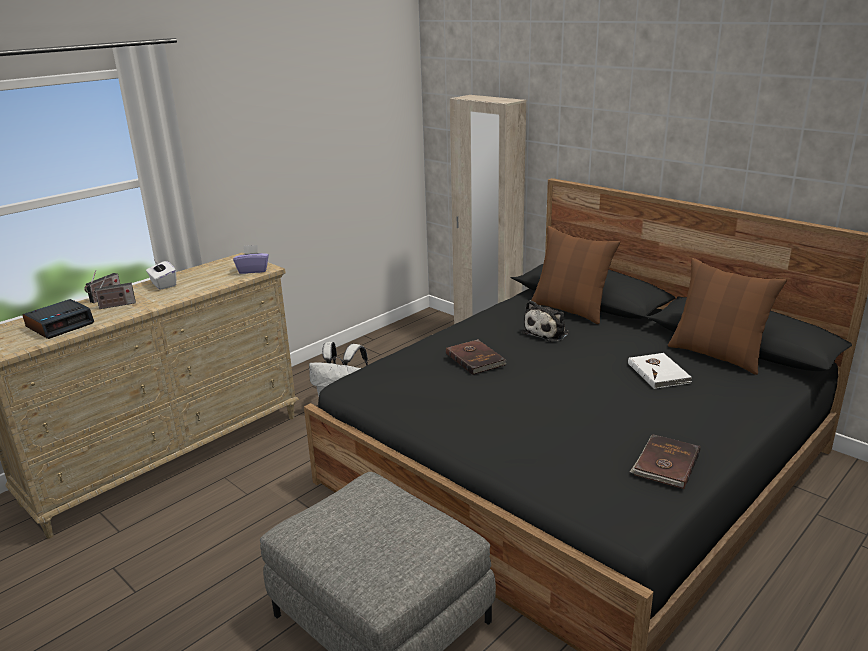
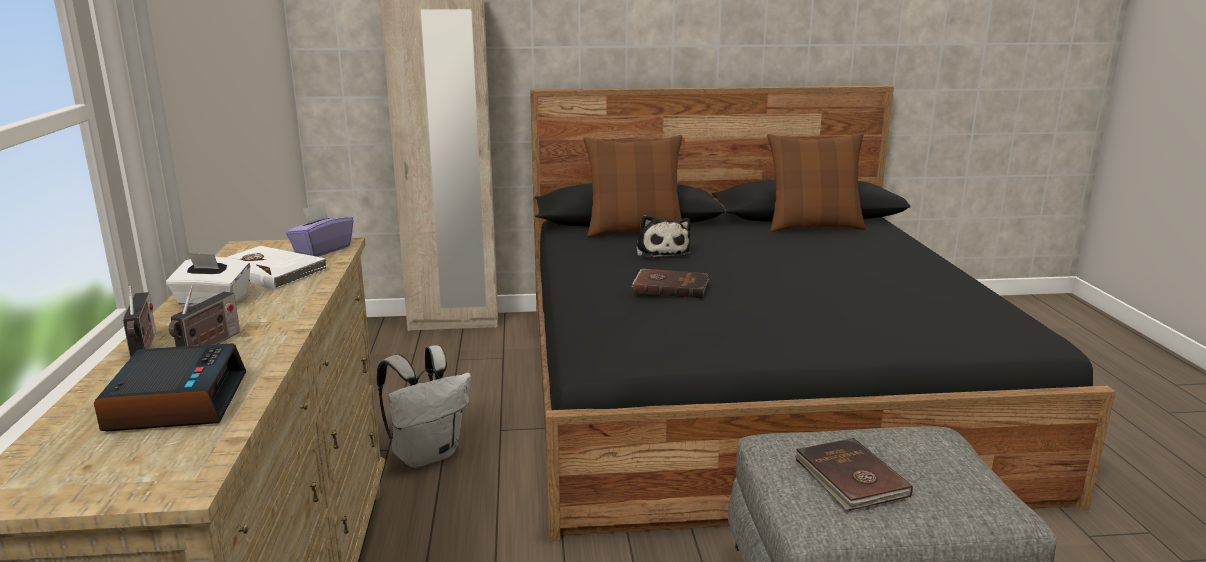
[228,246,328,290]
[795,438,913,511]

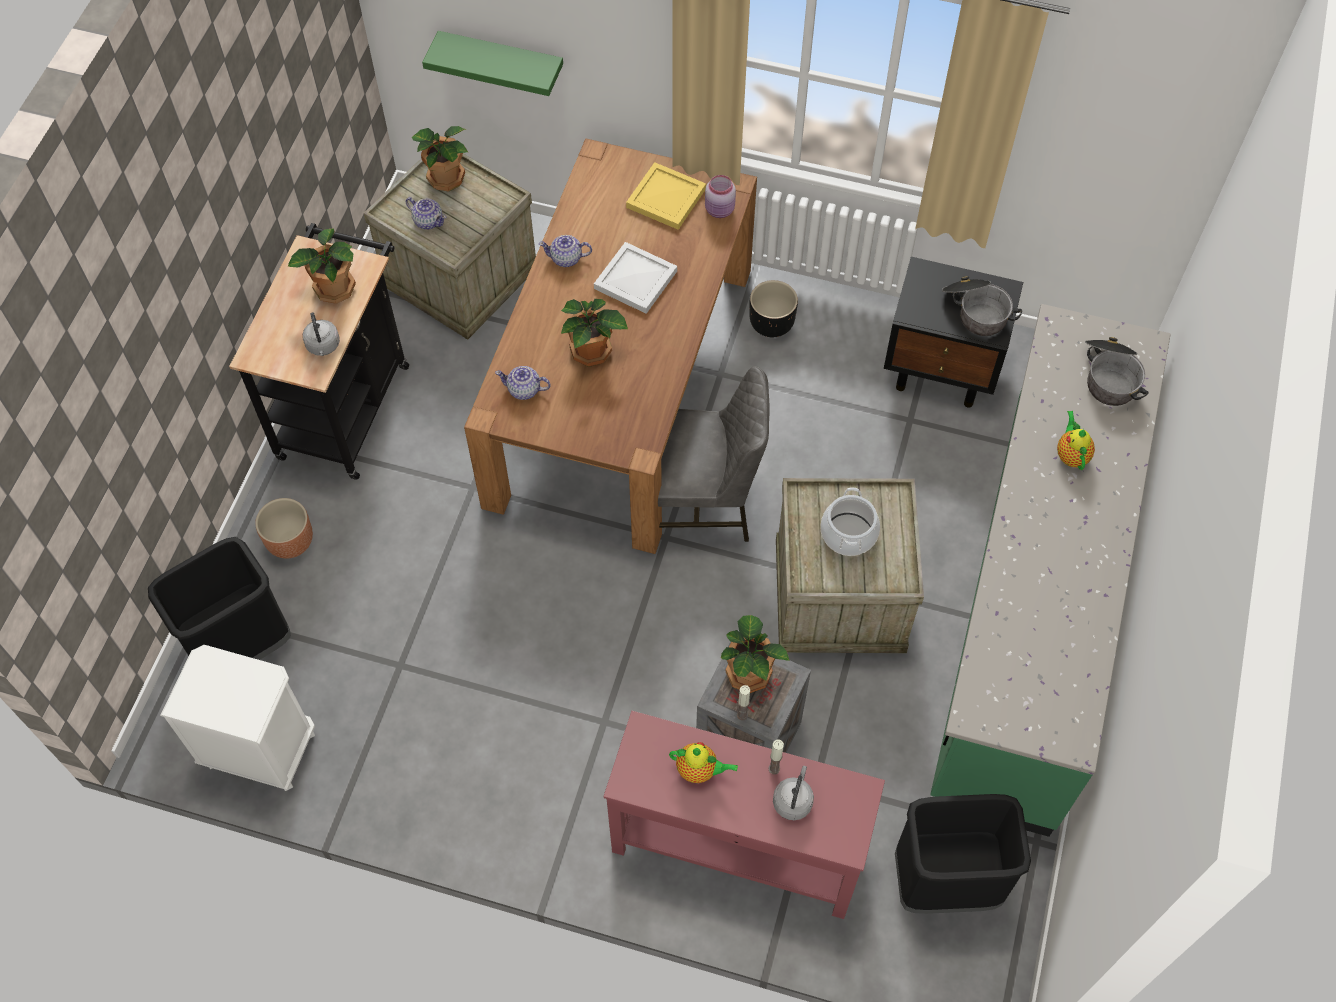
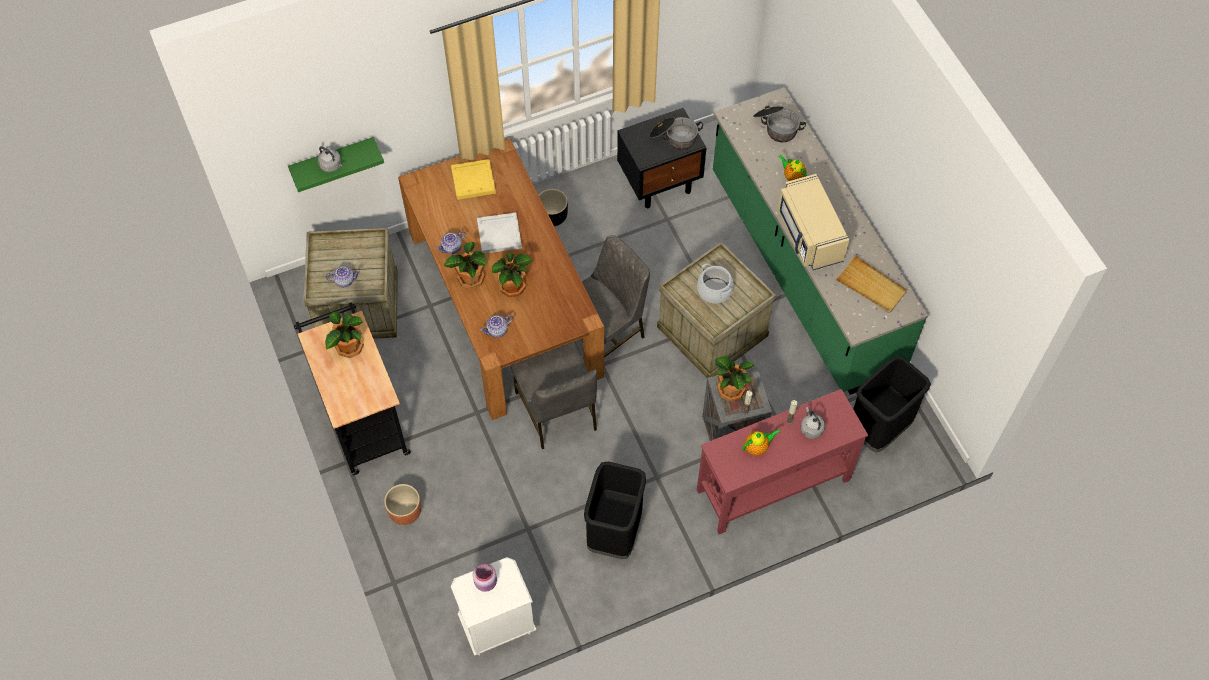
[444,242,487,289]
[473,564,497,592]
[318,146,342,172]
[584,462,646,559]
[777,174,849,270]
[835,256,907,313]
[510,341,597,449]

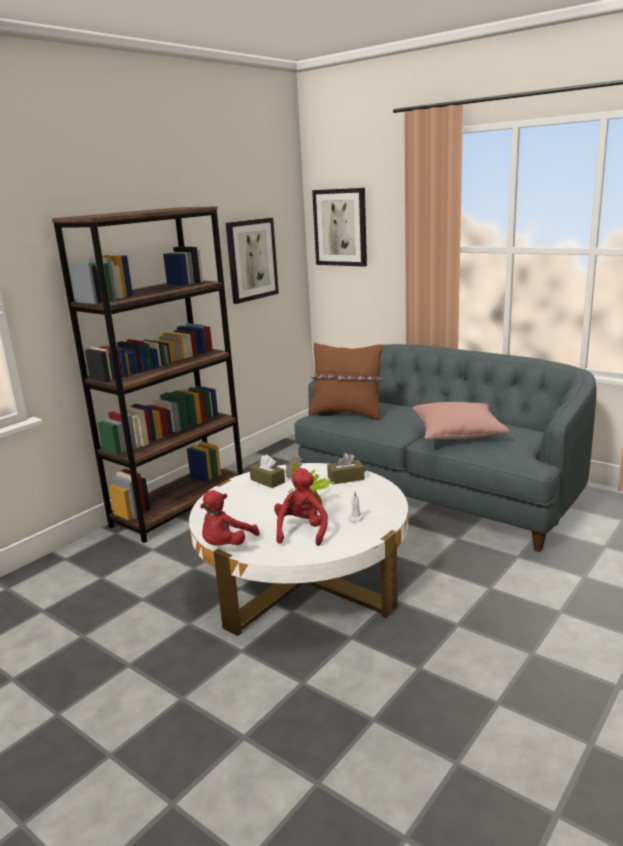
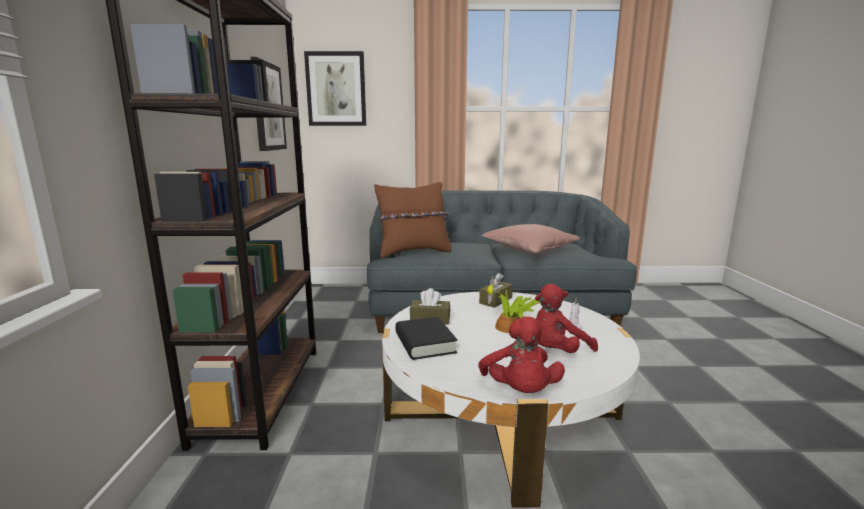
[535,284,598,353]
[396,317,457,360]

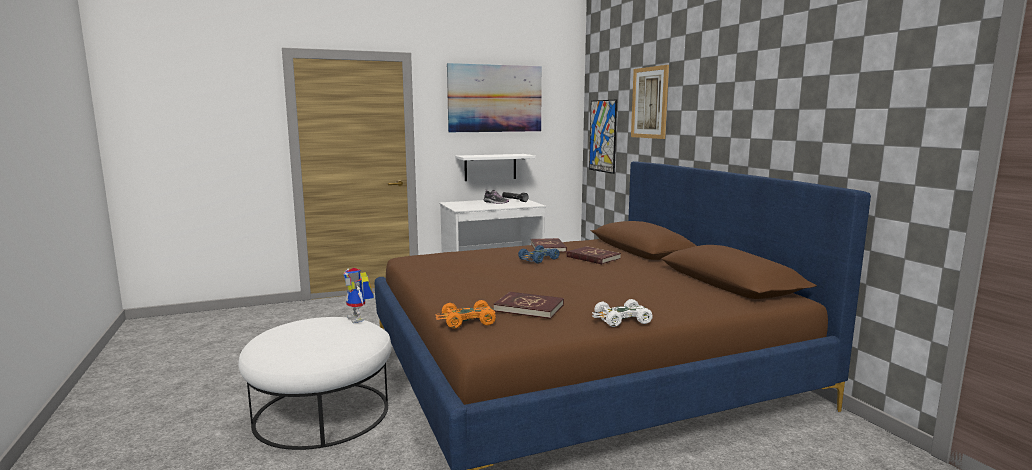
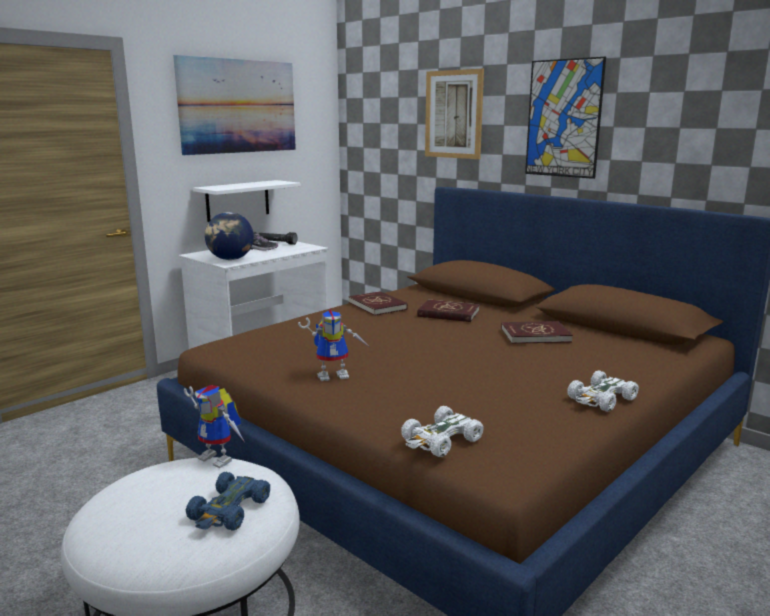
[525,57,606,179]
[186,472,270,531]
[501,321,573,344]
[401,406,484,457]
[205,212,254,260]
[298,309,368,381]

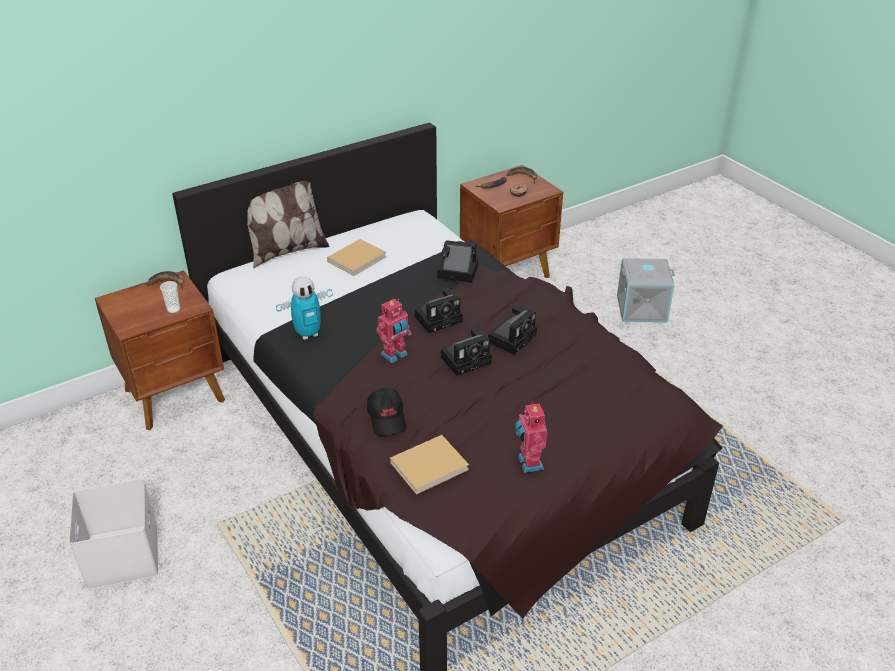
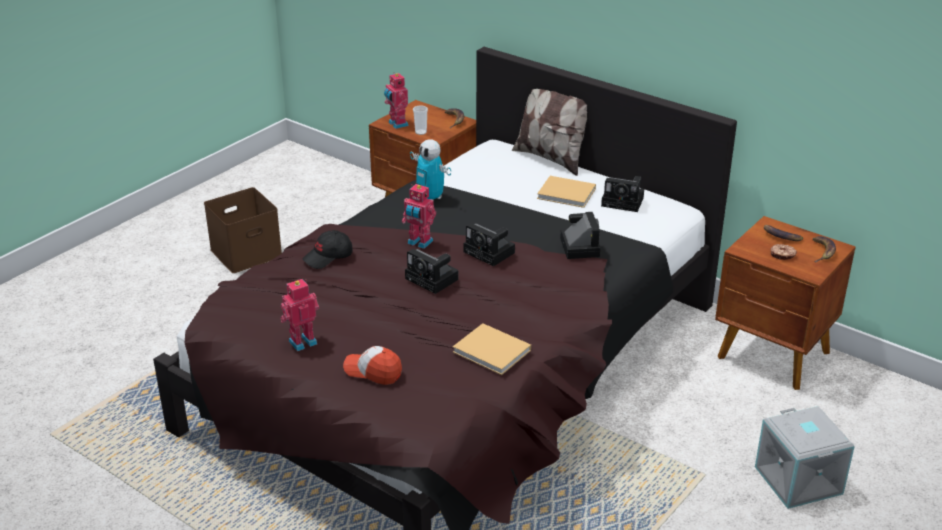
[601,176,644,212]
[453,323,531,375]
[204,187,282,273]
[384,72,409,129]
[343,346,402,385]

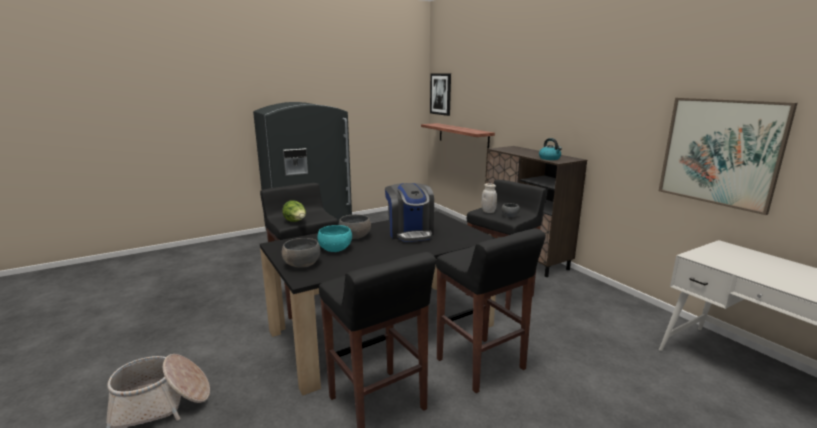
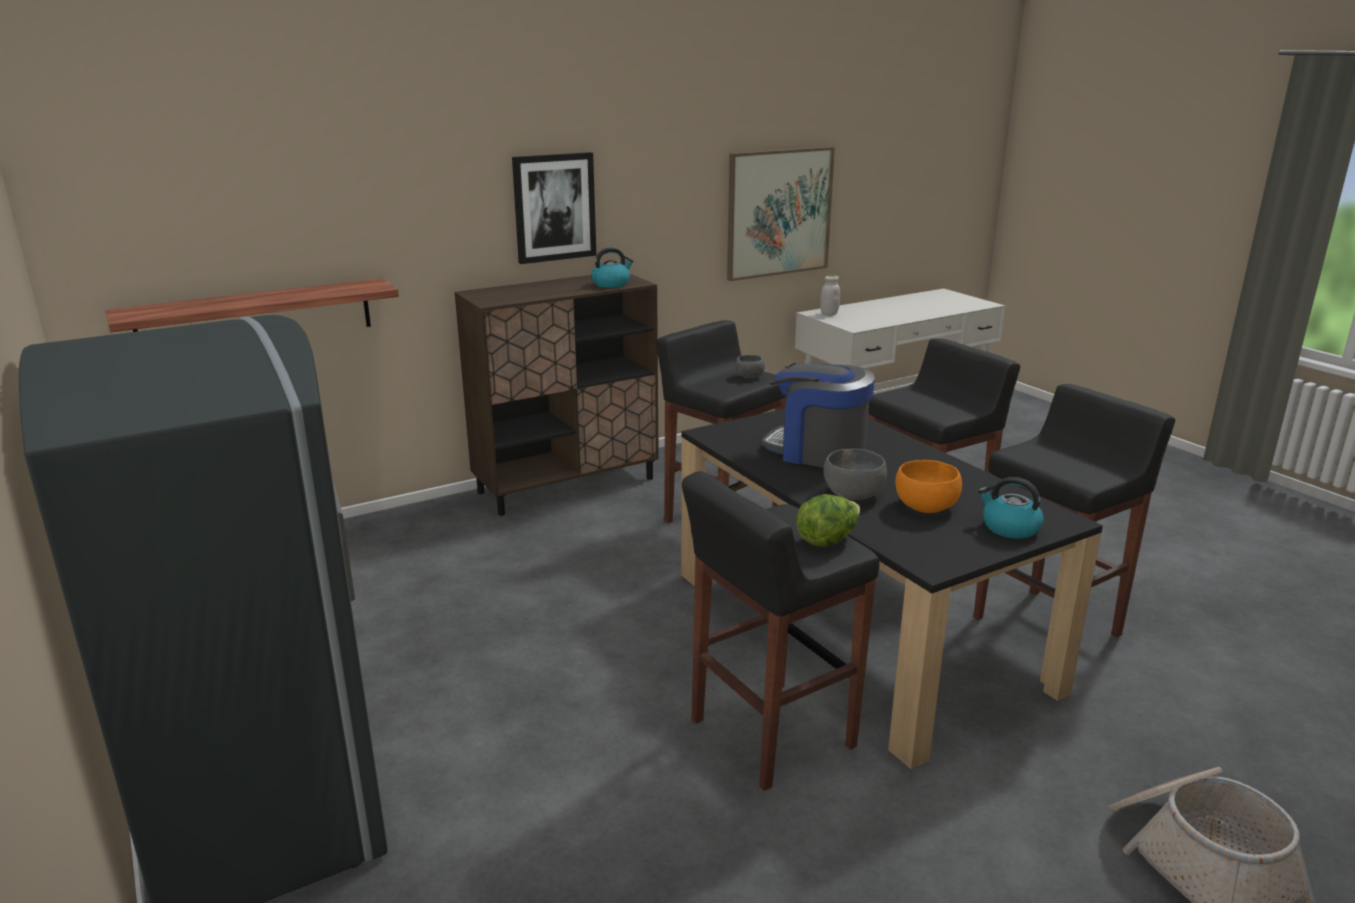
[512,152,596,264]
[762,363,875,468]
[820,275,840,316]
[895,460,962,513]
[978,477,1044,539]

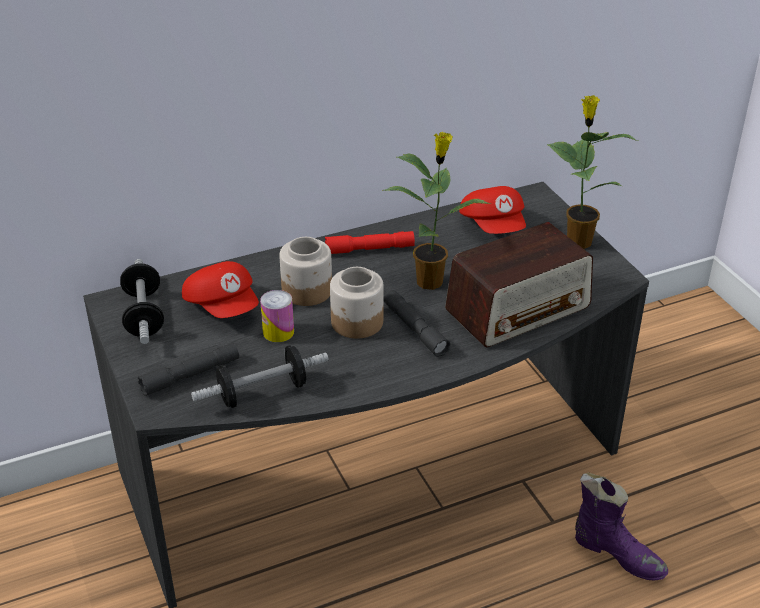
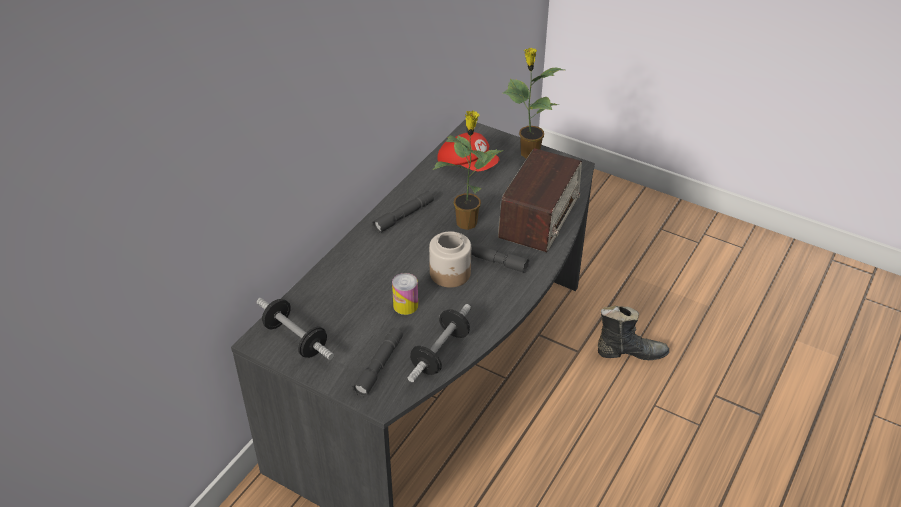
[372,191,434,234]
[279,237,332,306] (first image)
[182,261,259,318] (first image)
[598,306,669,360]

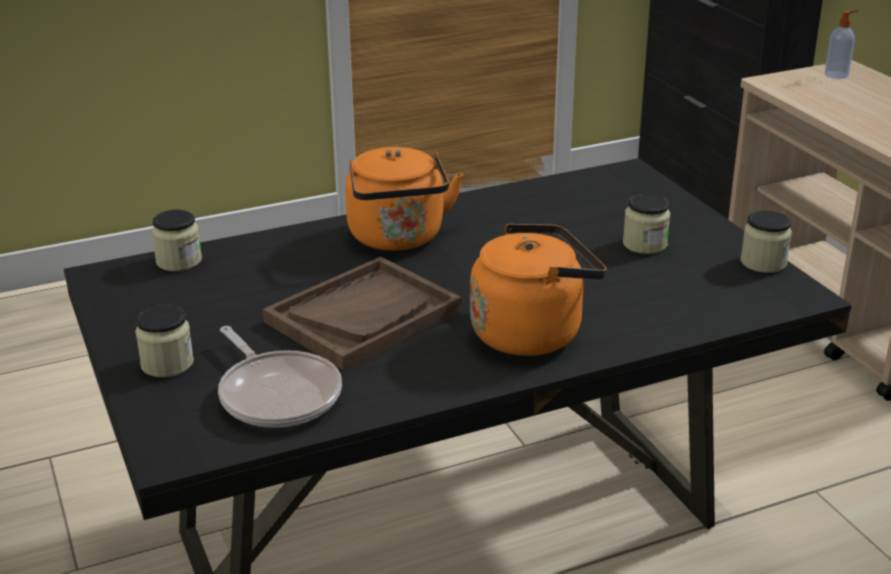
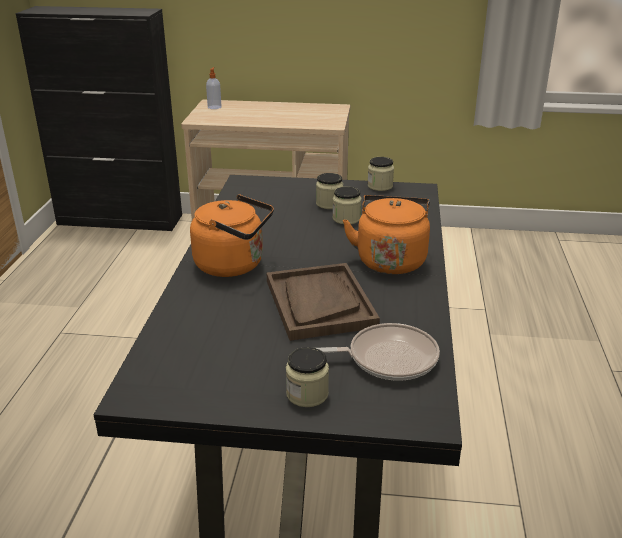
[332,187,361,224]

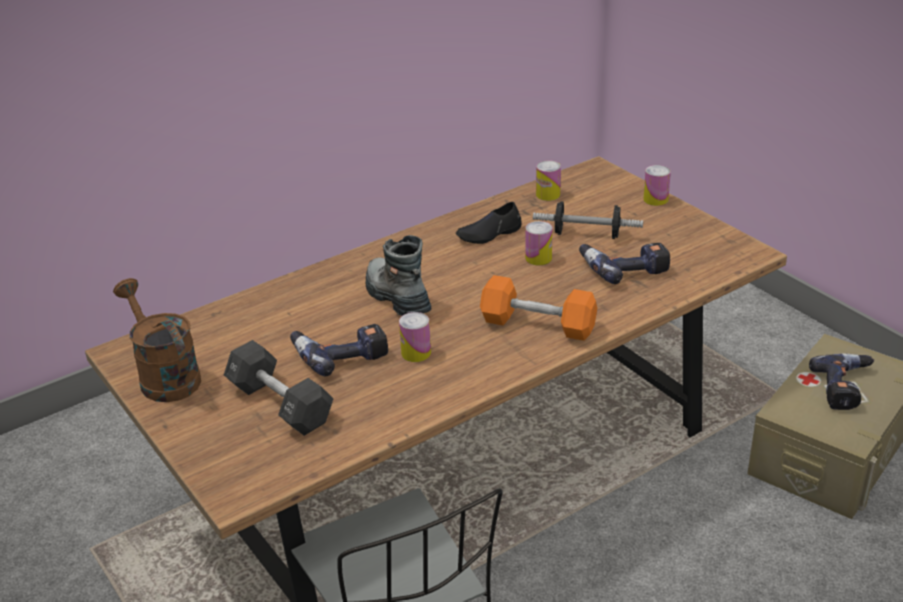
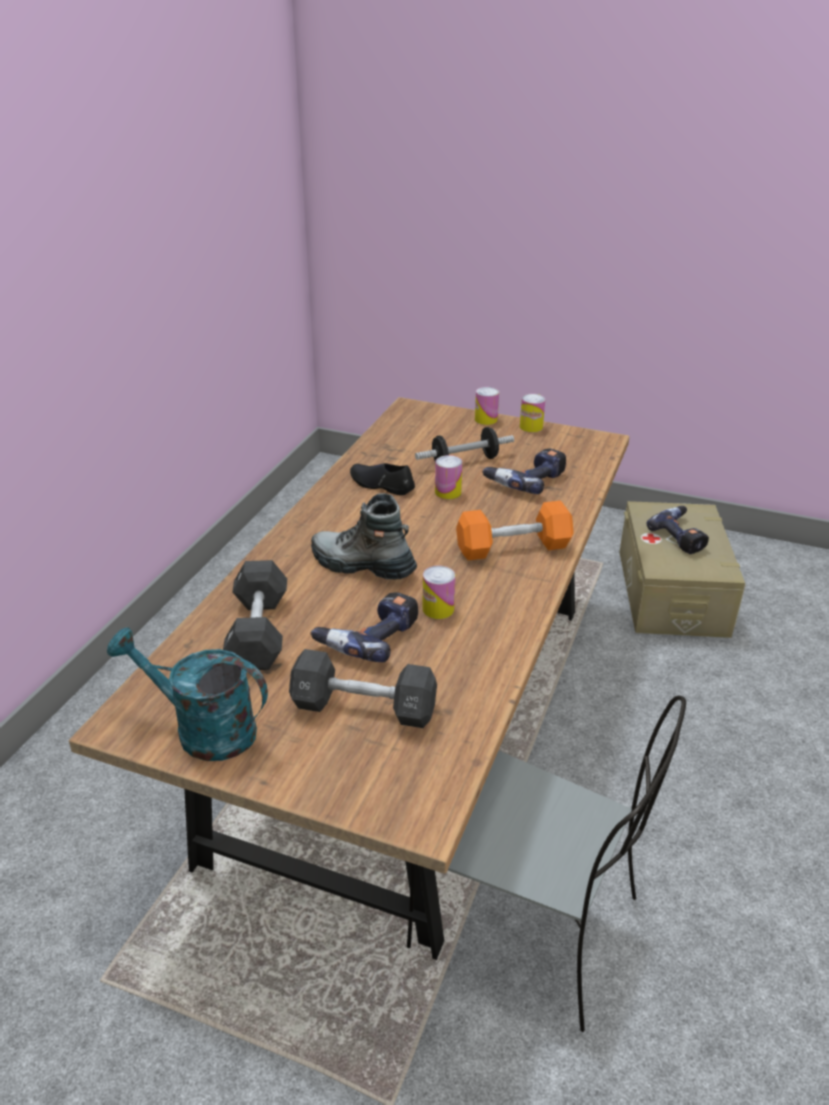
[520,394,545,432]
[350,463,415,495]
[107,628,268,761]
[223,560,287,670]

